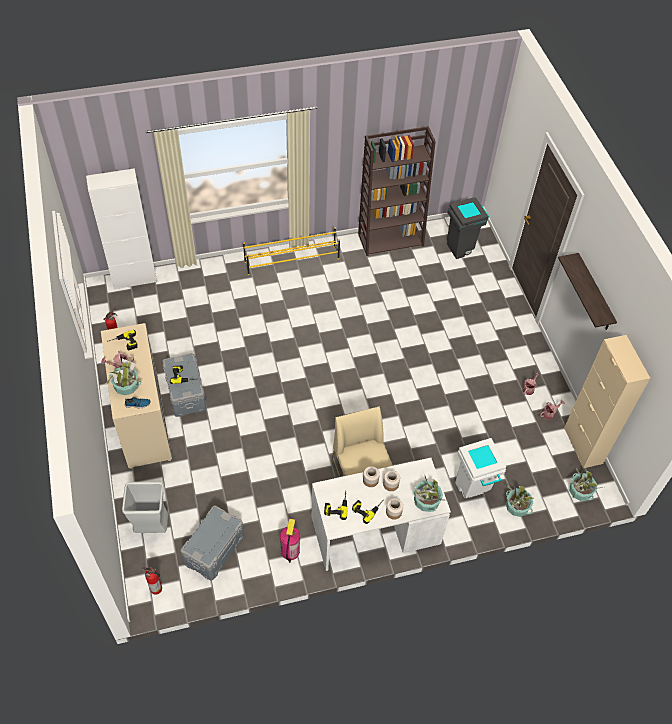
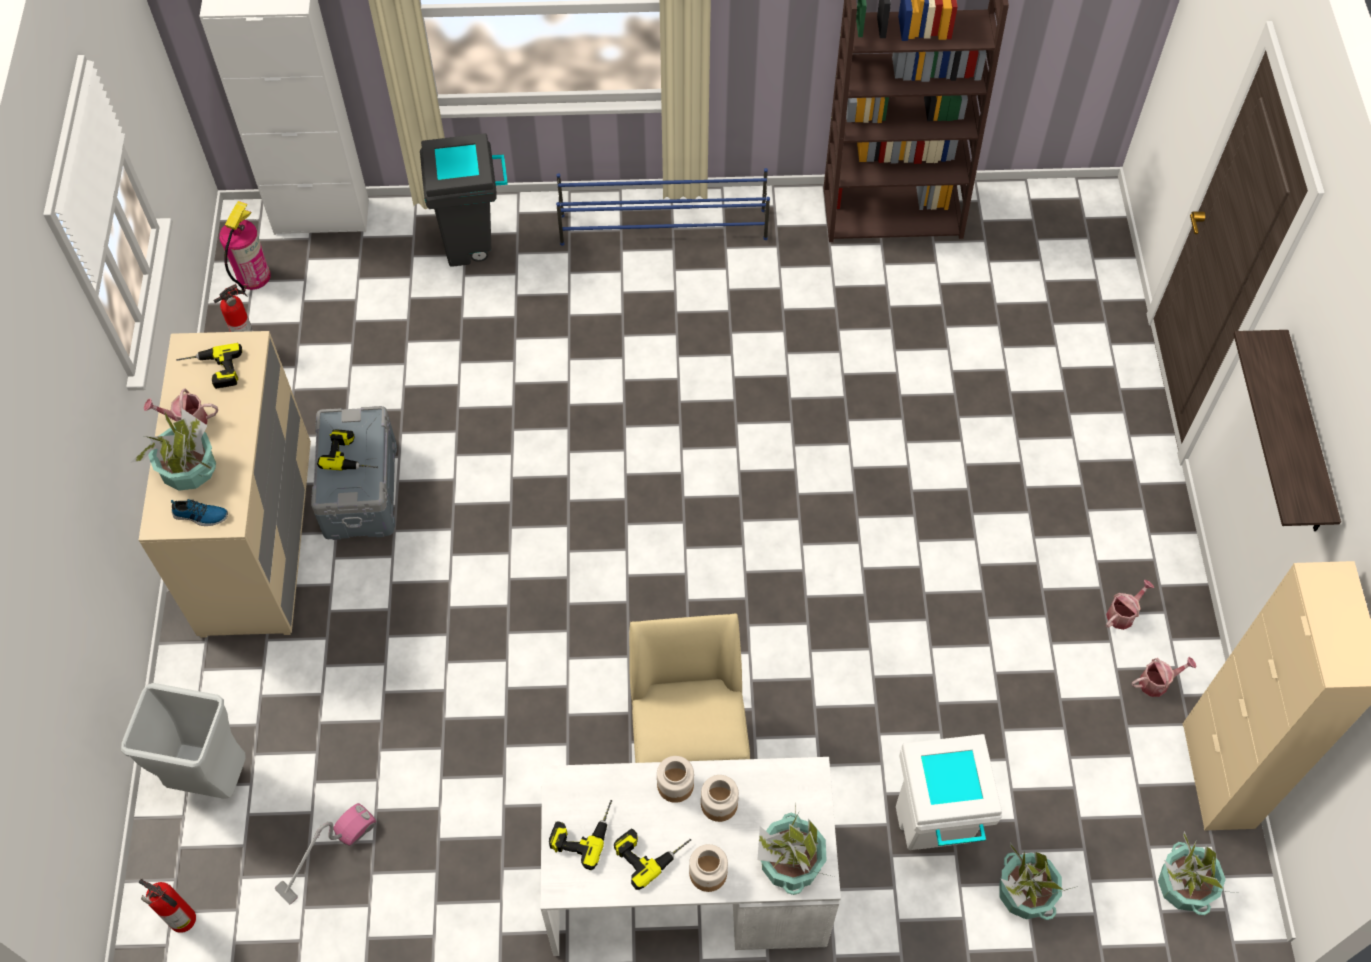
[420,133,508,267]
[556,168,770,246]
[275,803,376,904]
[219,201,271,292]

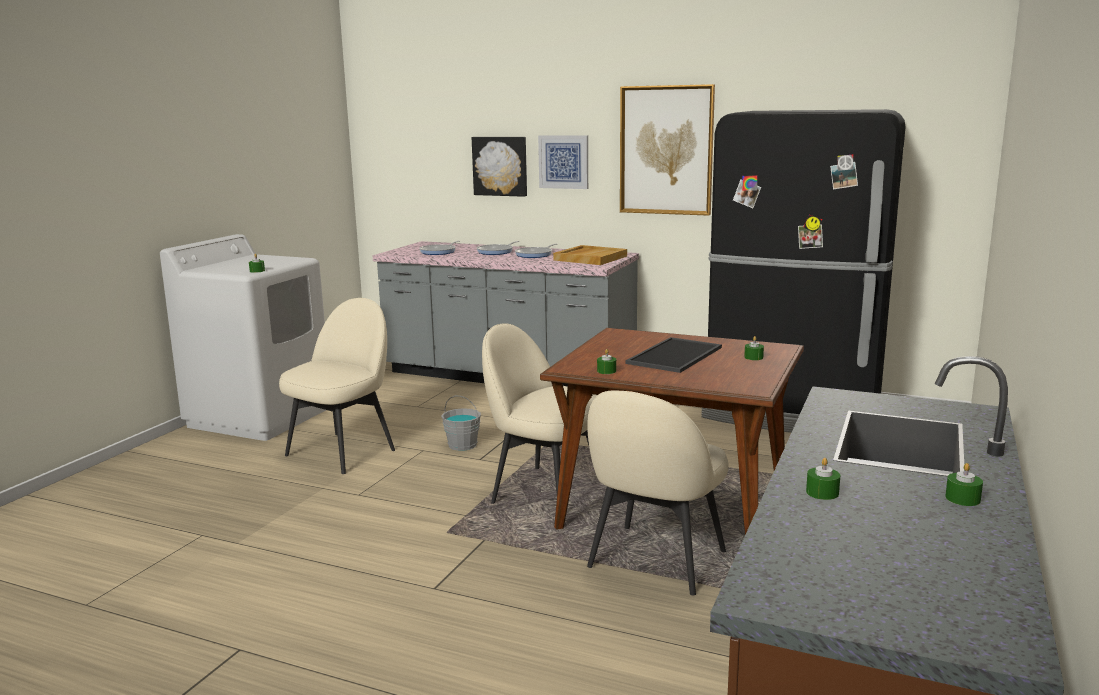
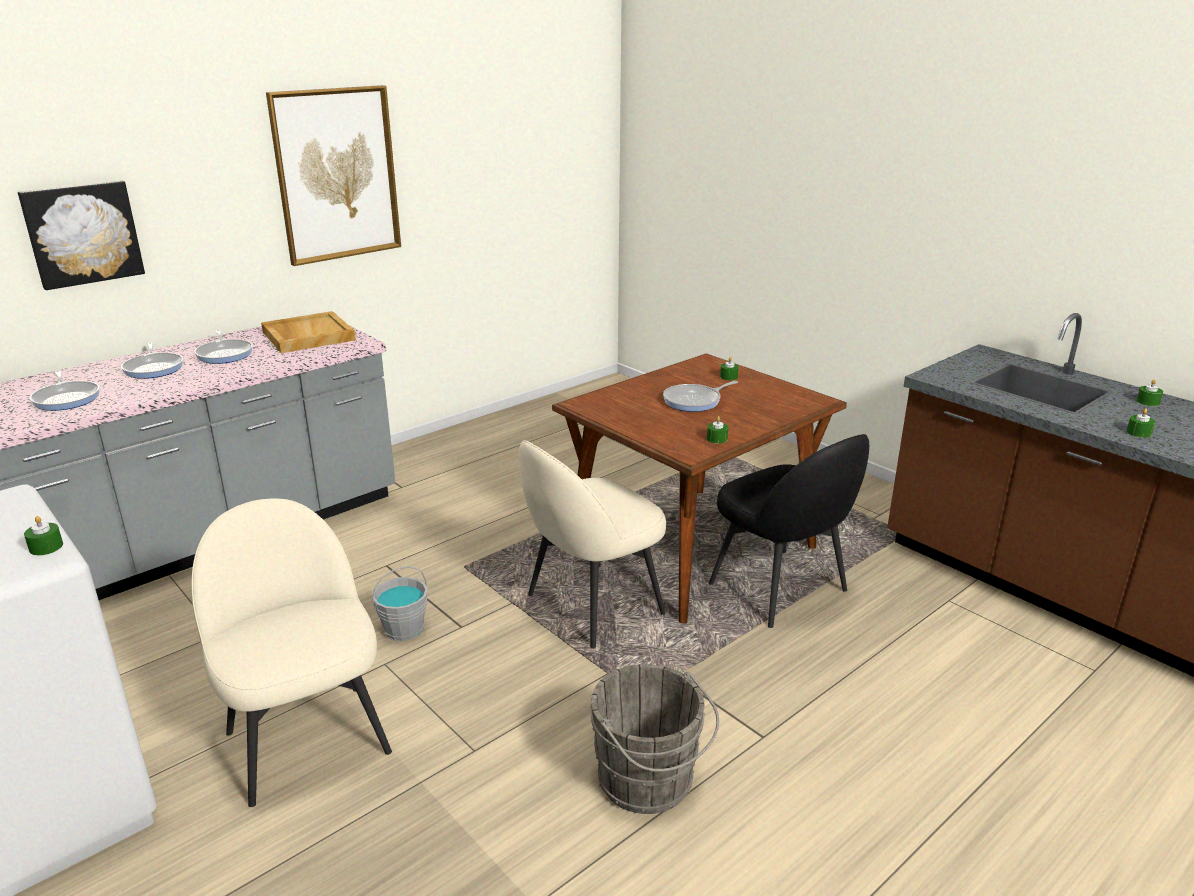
[701,109,905,433] (first image)
[538,135,588,189] (first image)
[663,381,738,412]
[709,434,869,628]
[591,664,719,814]

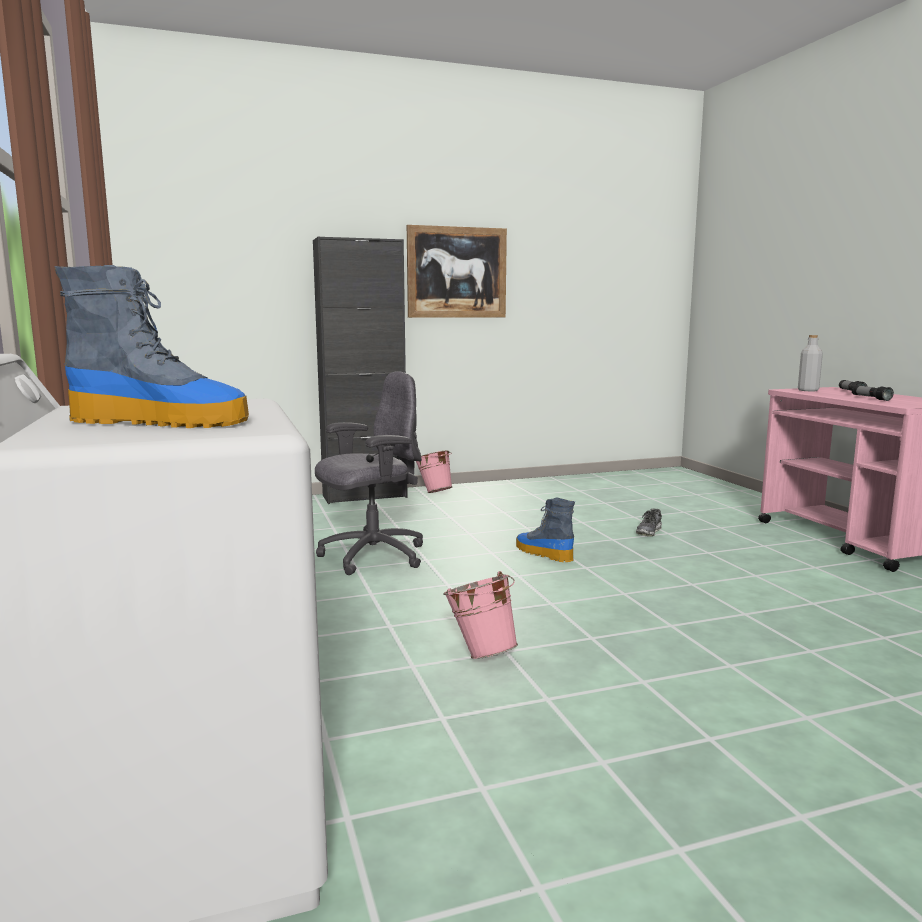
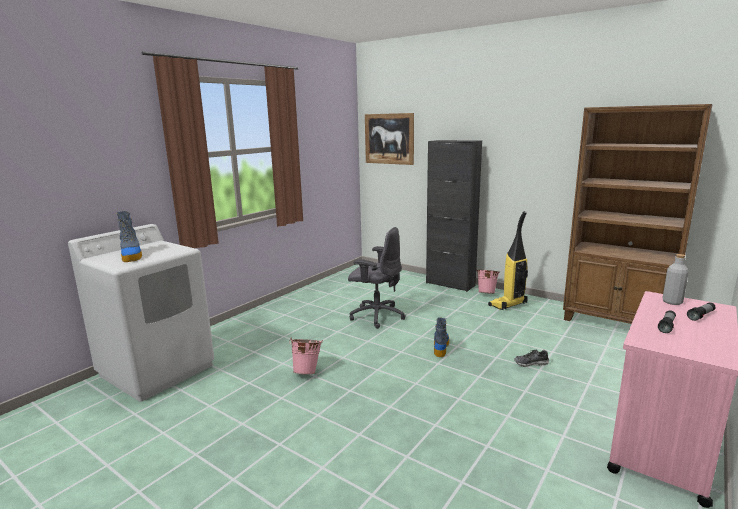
[365,113,414,165]
[563,104,713,324]
[488,211,528,310]

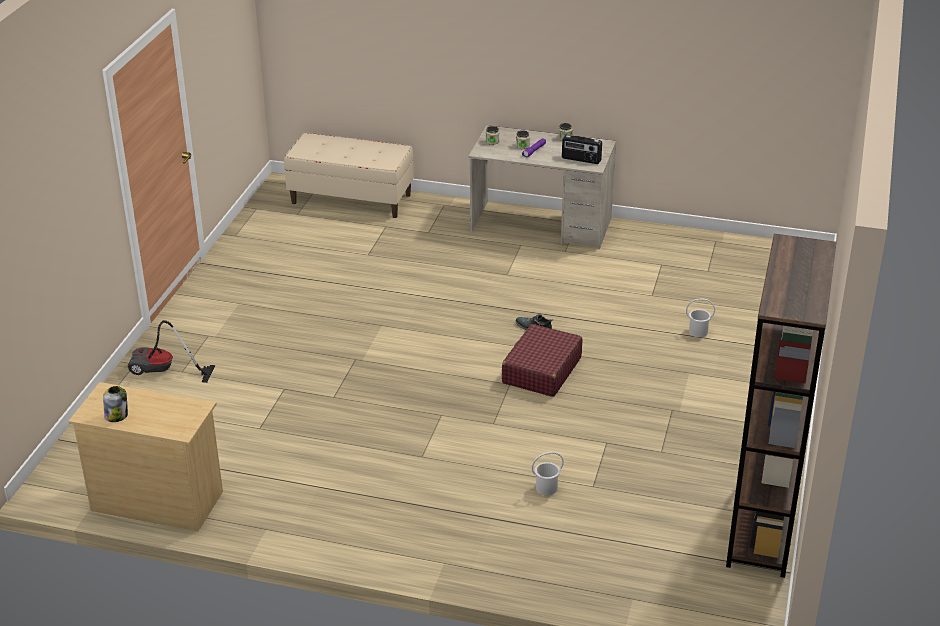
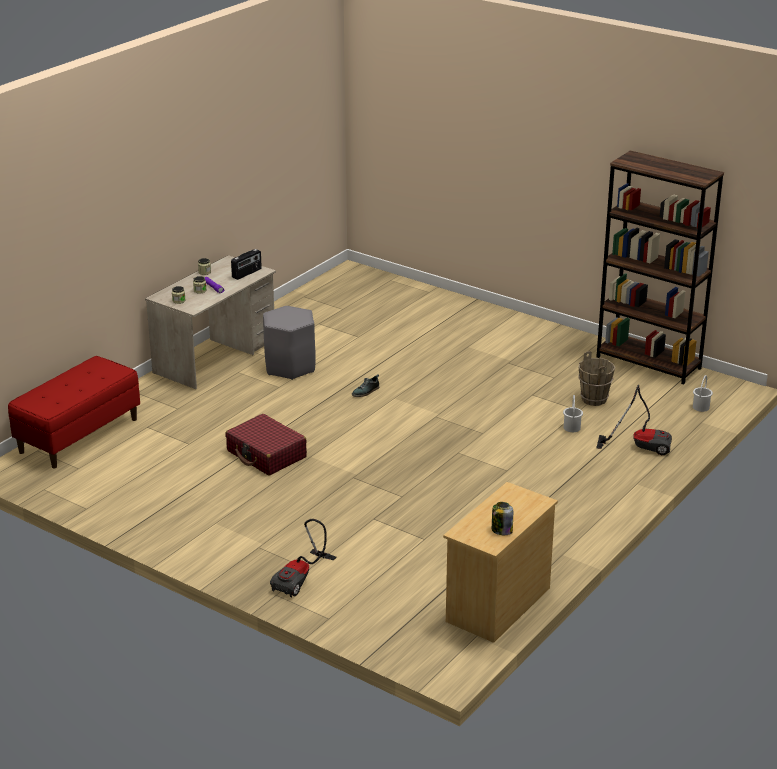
[8,356,140,468]
[693,375,713,412]
[225,414,307,475]
[263,306,316,380]
[578,351,615,406]
[596,385,672,455]

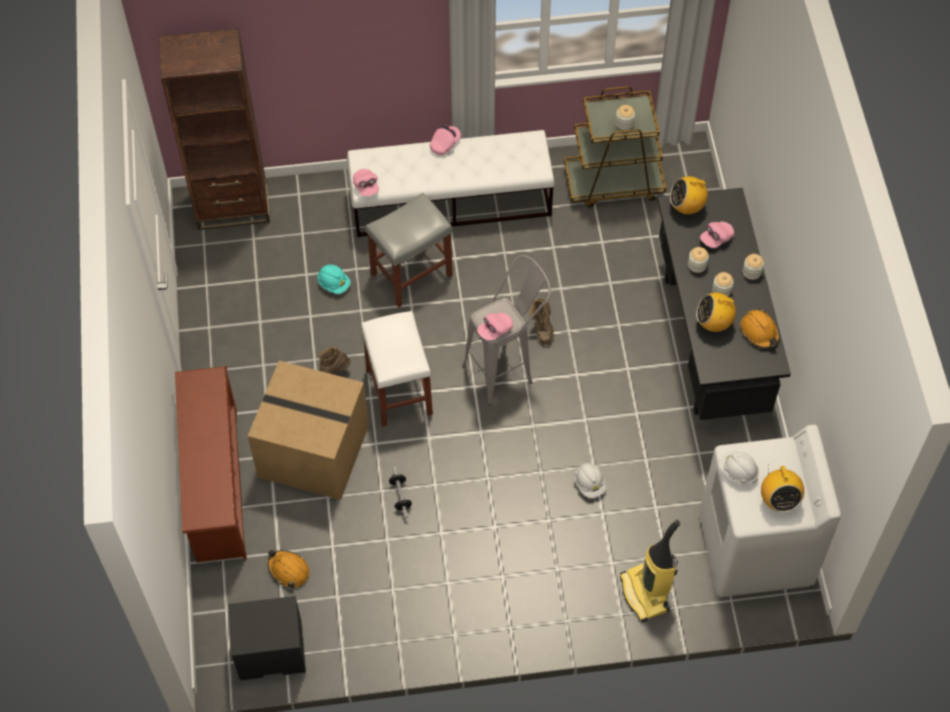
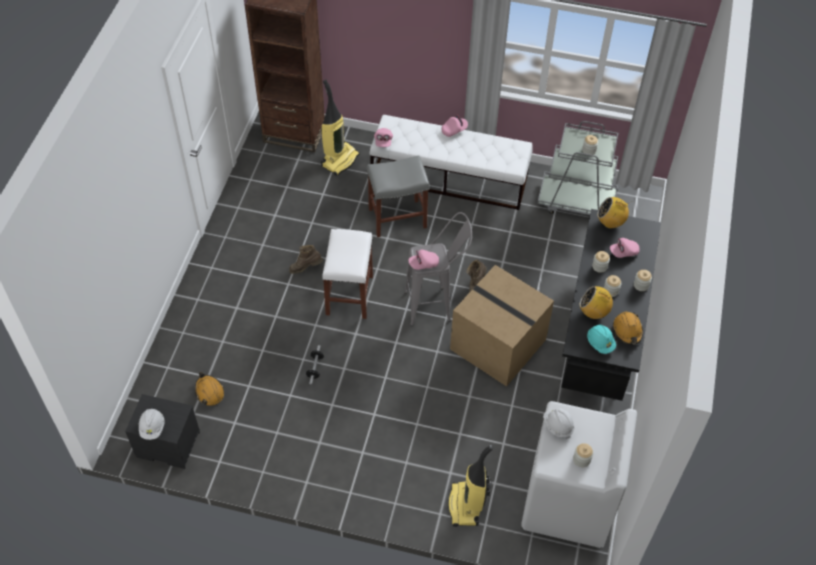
[537,121,618,215]
[587,324,616,354]
[450,265,554,386]
[175,366,247,562] (first image)
[139,409,164,440]
[573,443,593,467]
[321,80,359,176]

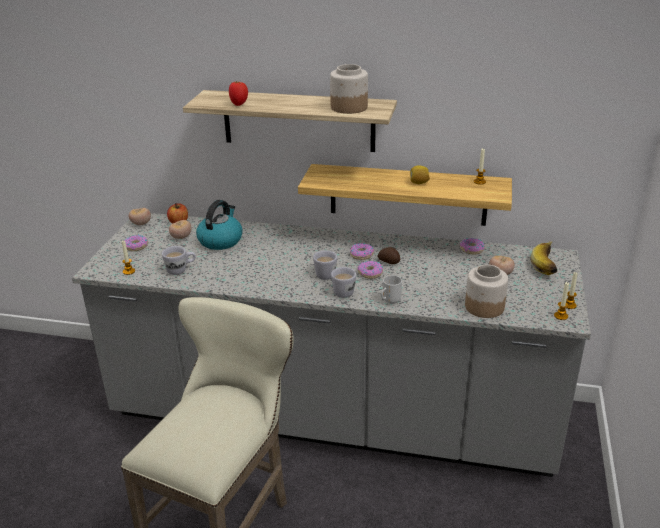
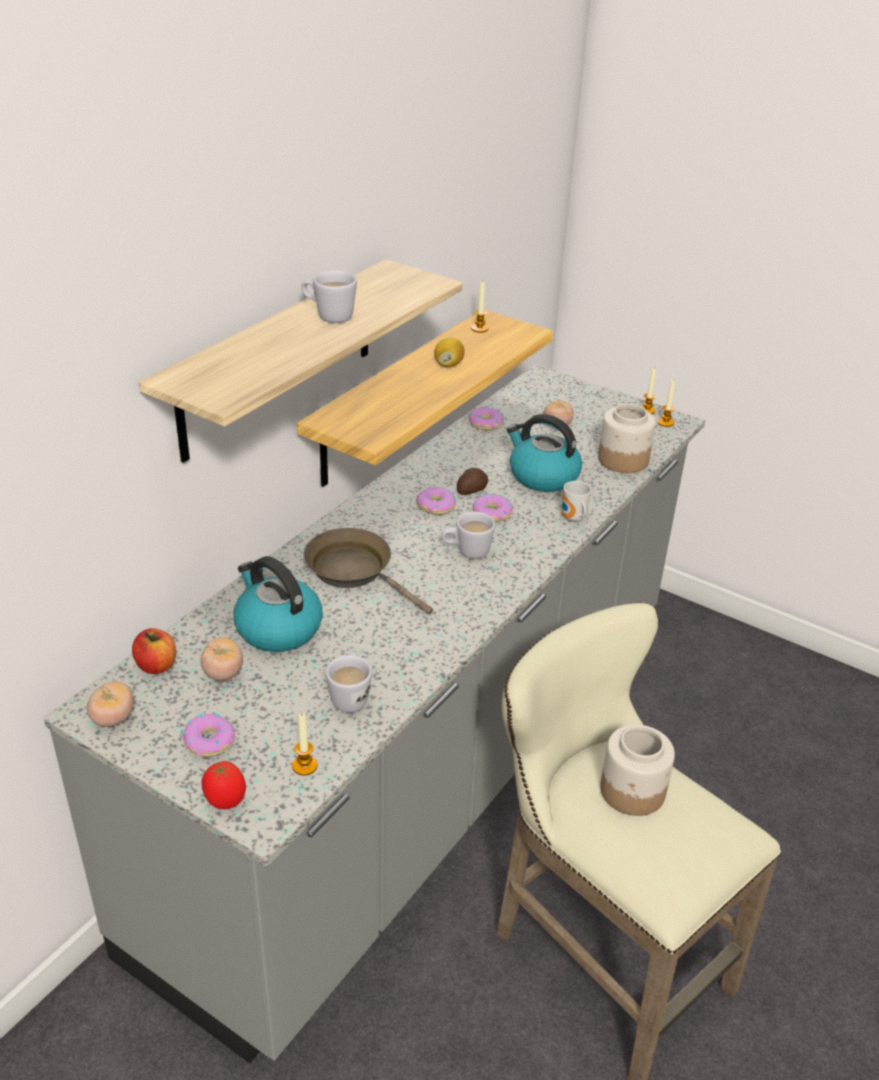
[600,724,675,816]
[202,761,246,809]
[531,242,557,275] (first image)
[301,270,357,323]
[507,414,582,492]
[304,528,433,614]

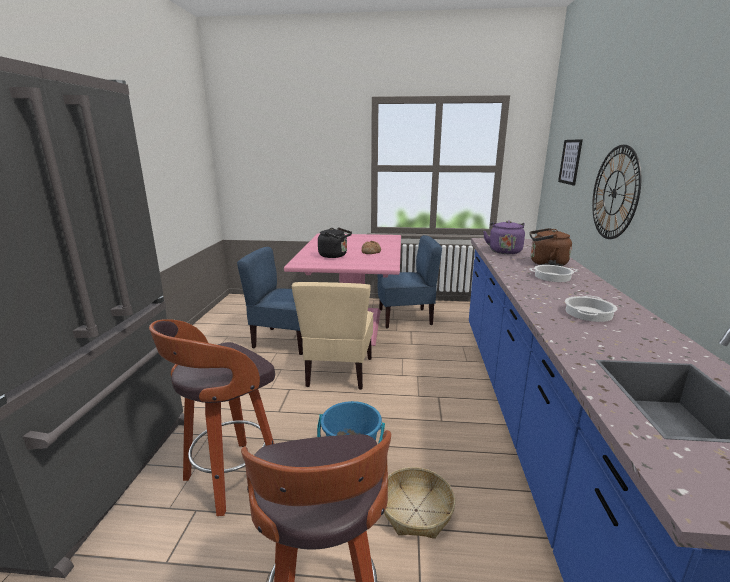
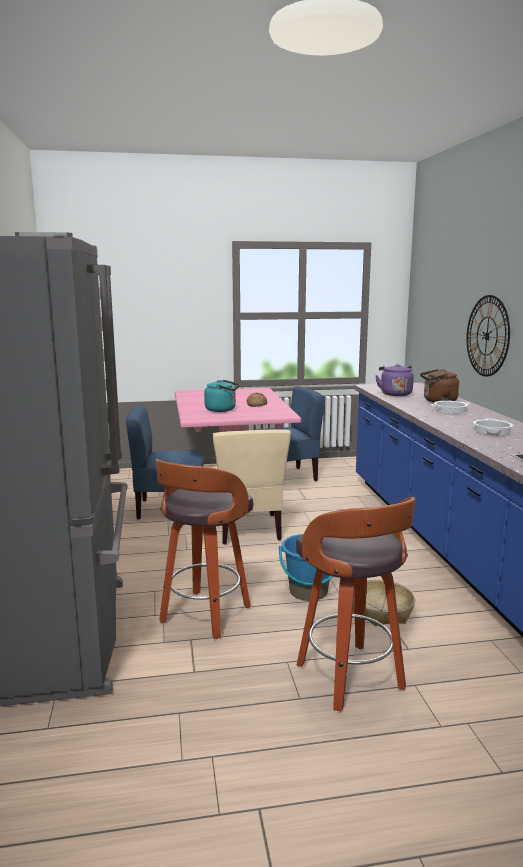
[558,139,583,186] (first image)
[204,380,240,412]

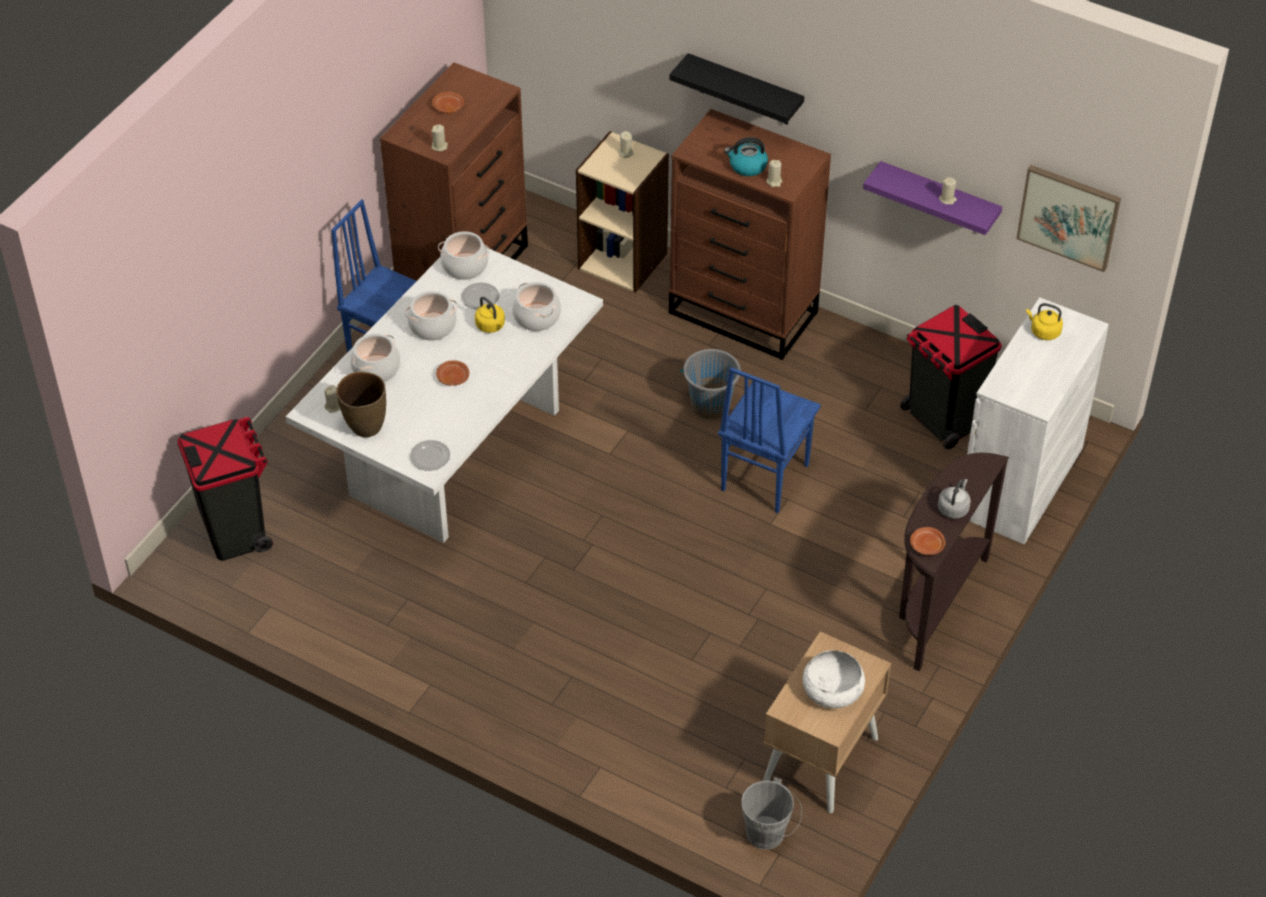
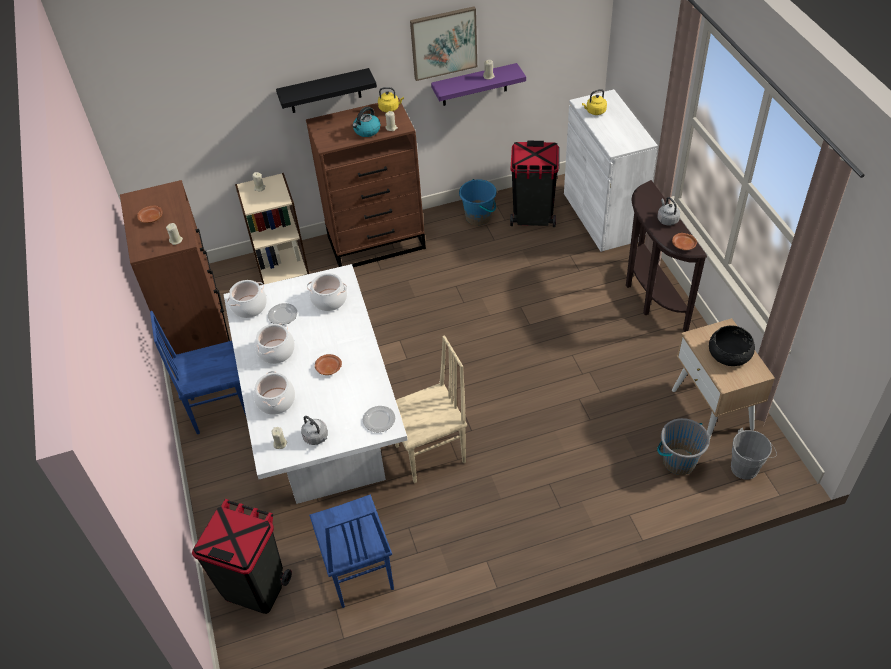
[410,6,477,81]
[378,87,404,112]
[657,418,710,475]
[309,495,394,608]
[301,416,328,445]
[709,325,755,366]
[459,179,496,226]
[395,335,467,483]

